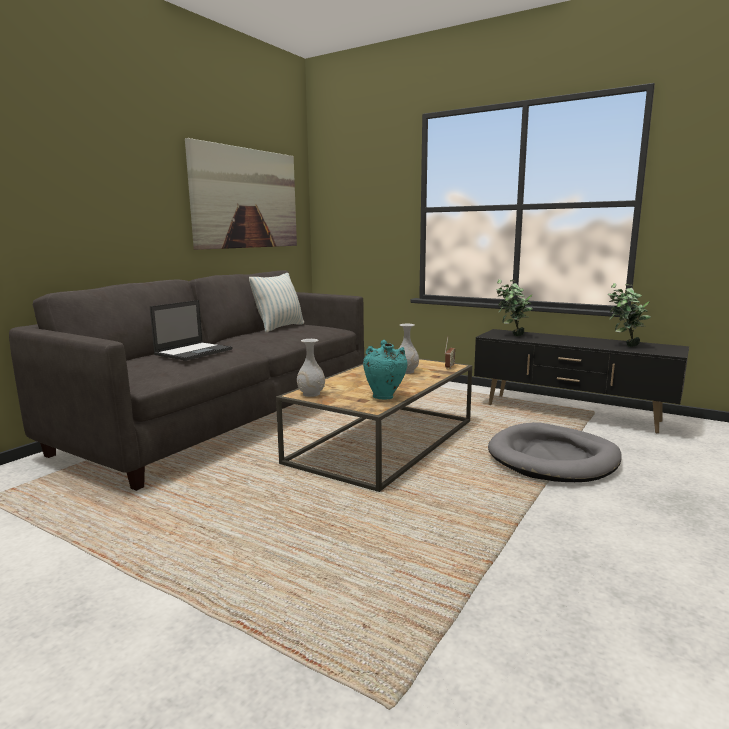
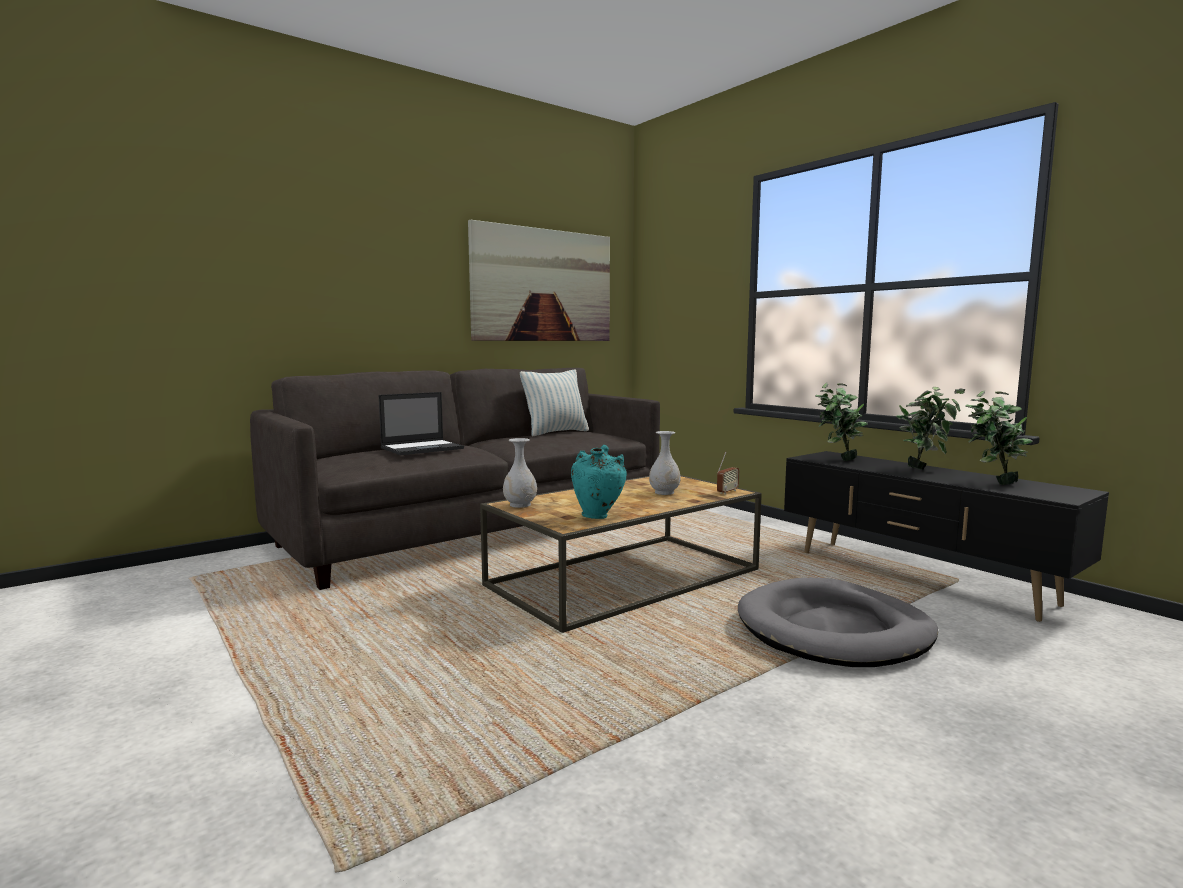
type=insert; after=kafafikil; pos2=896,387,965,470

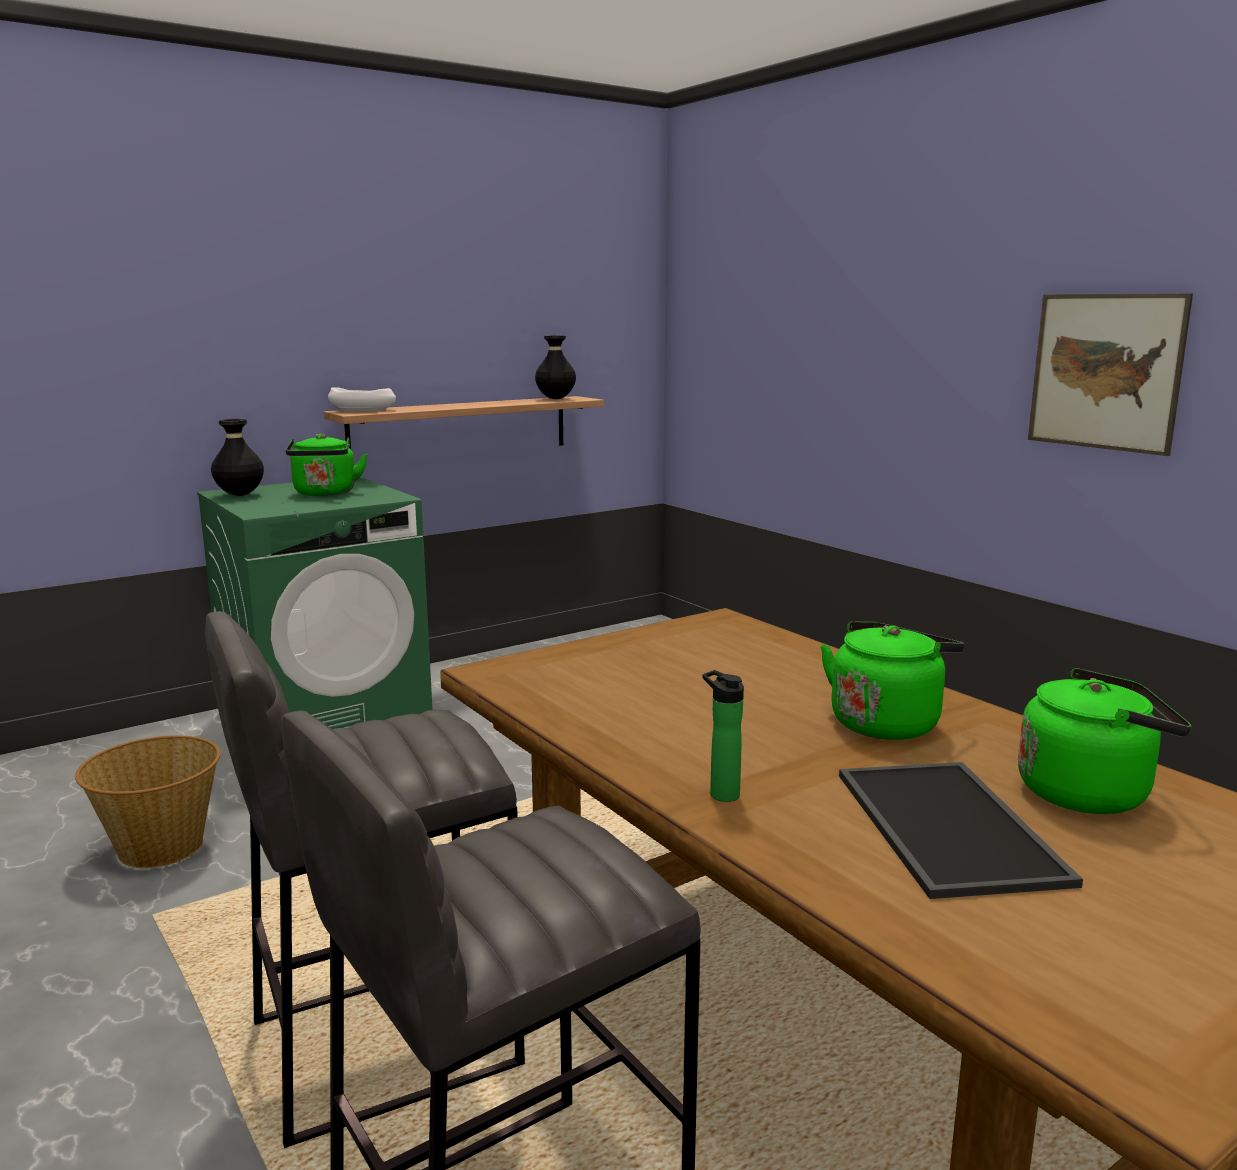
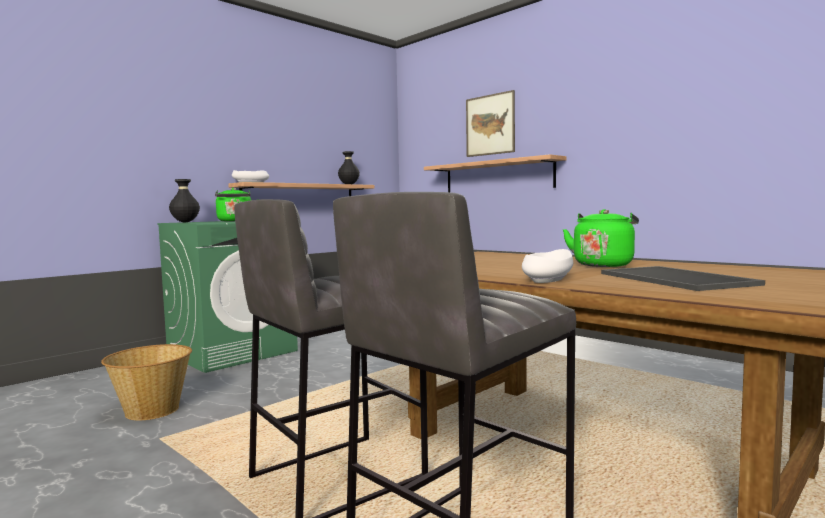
type=replace; before=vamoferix; after=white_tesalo; pos1=703,670,744,802; pos2=522,249,573,283
type=delete; before=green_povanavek; pos1=1018,668,1191,814
type=move; before=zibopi; pos1=1028,293,1193,456; pos2=466,90,515,157
type=insert; after=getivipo; pos2=424,154,566,192

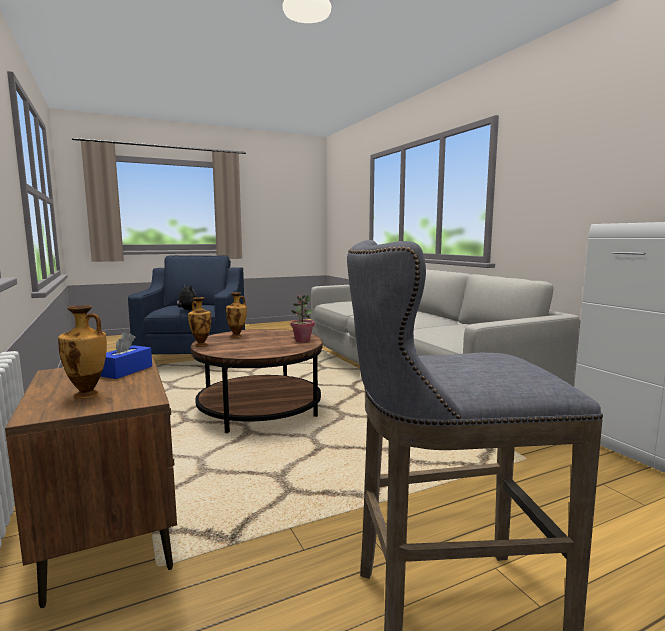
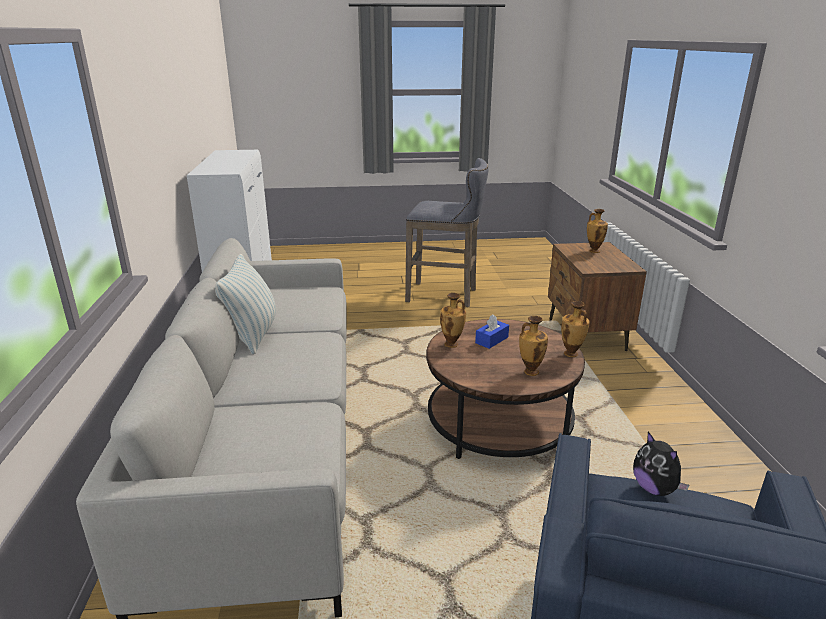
type=move; before=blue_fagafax; pos1=100,332,152,379; pos2=475,314,509,349
type=replace; before=kafafikil; after=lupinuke; pos1=290,295,315,343; pos2=440,293,466,348
type=insert; after=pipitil; pos2=215,254,276,354

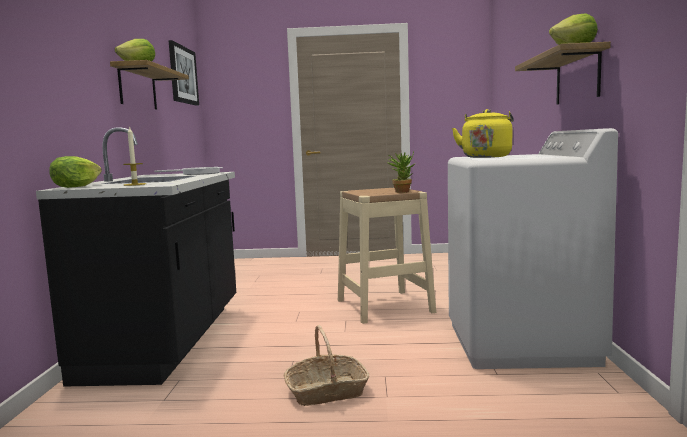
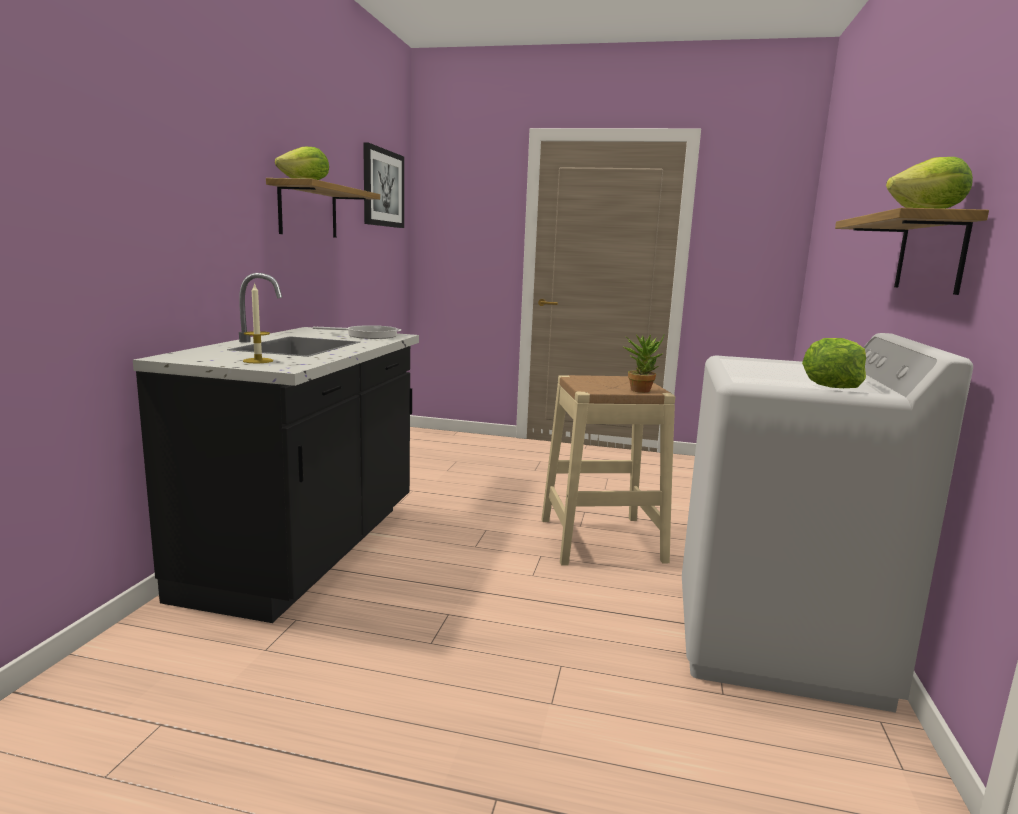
type=move; before=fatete; pos1=49,156,102,188; pos2=802,338,866,388
type=delete; before=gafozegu; pos1=284,325,369,406
type=delete; before=yellow_povanavek; pos1=452,109,514,158

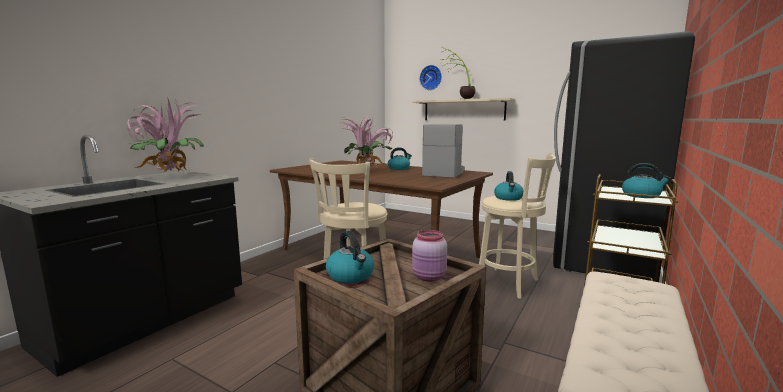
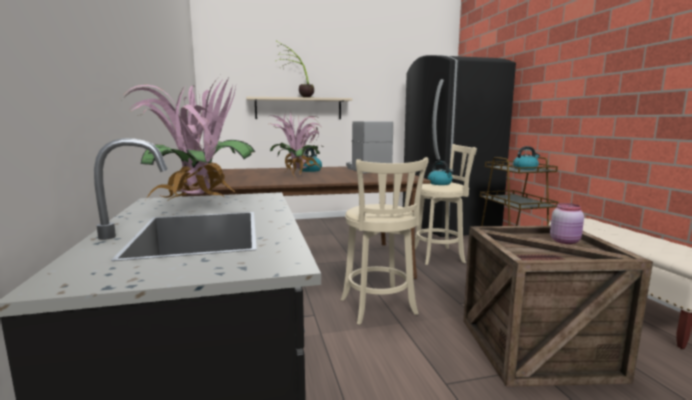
type=delete; before=povanavek; pos1=326,231,374,284
type=delete; before=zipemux; pos1=420,65,442,90

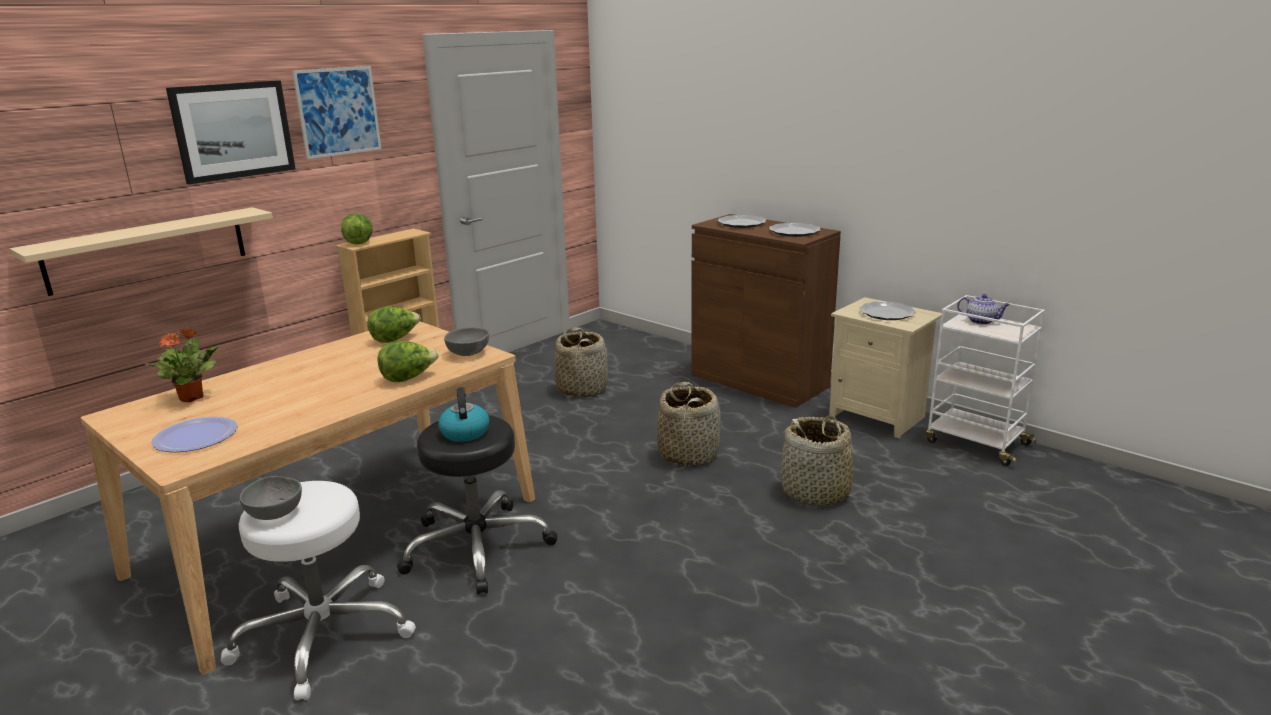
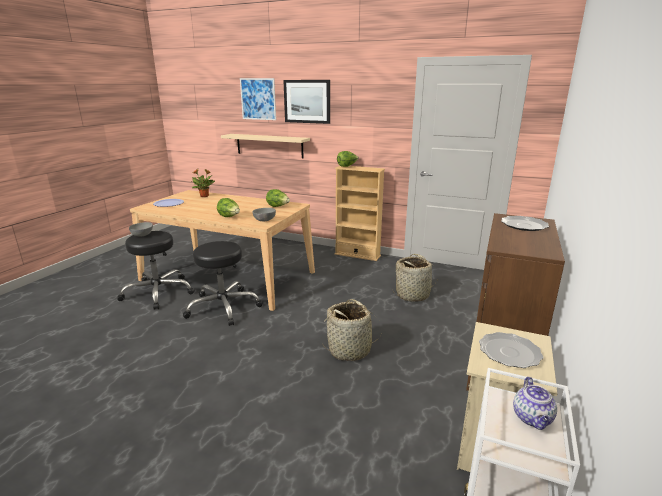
type=recolor; before=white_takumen; after=black_takumen; pos1=221,481,416,700; pos2=117,231,195,310
type=move; before=zibopi; pos1=292,66,381,159; pos2=240,78,276,120
type=delete; before=povanavek; pos1=438,387,489,442
type=delete; before=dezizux; pos1=769,223,820,237
type=delete; before=gafozegu; pos1=778,415,864,507

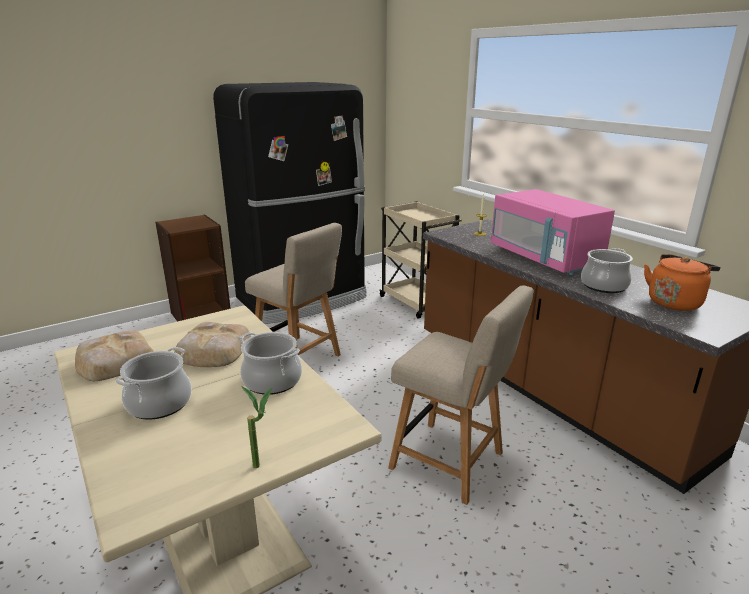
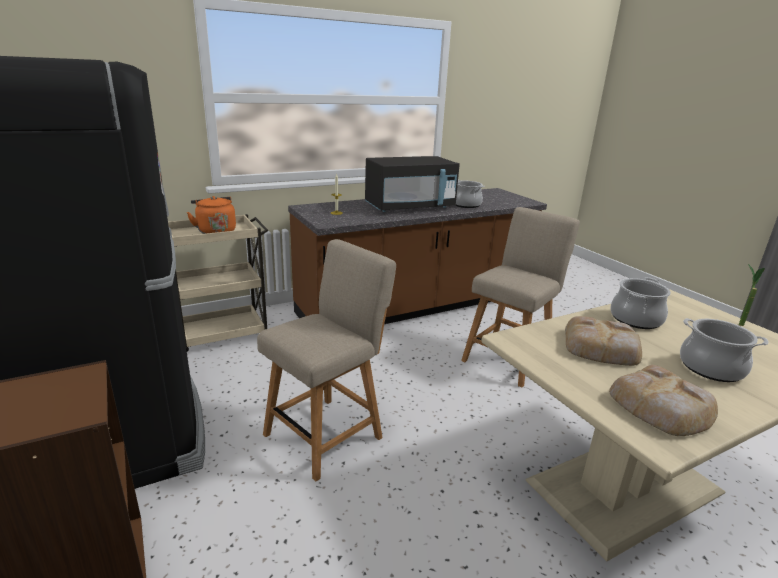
type=recolor; before=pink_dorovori; after=black_dorovori; pos1=491,189,615,275; pos2=365,156,460,212
type=move; before=orange_povanavek; pos1=644,254,720,311; pos2=186,196,236,234

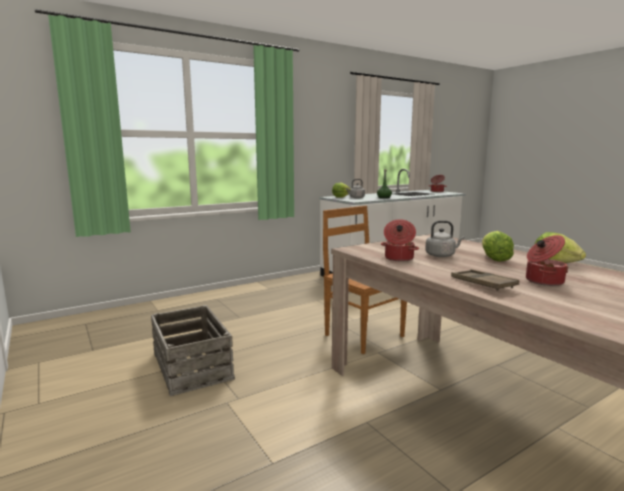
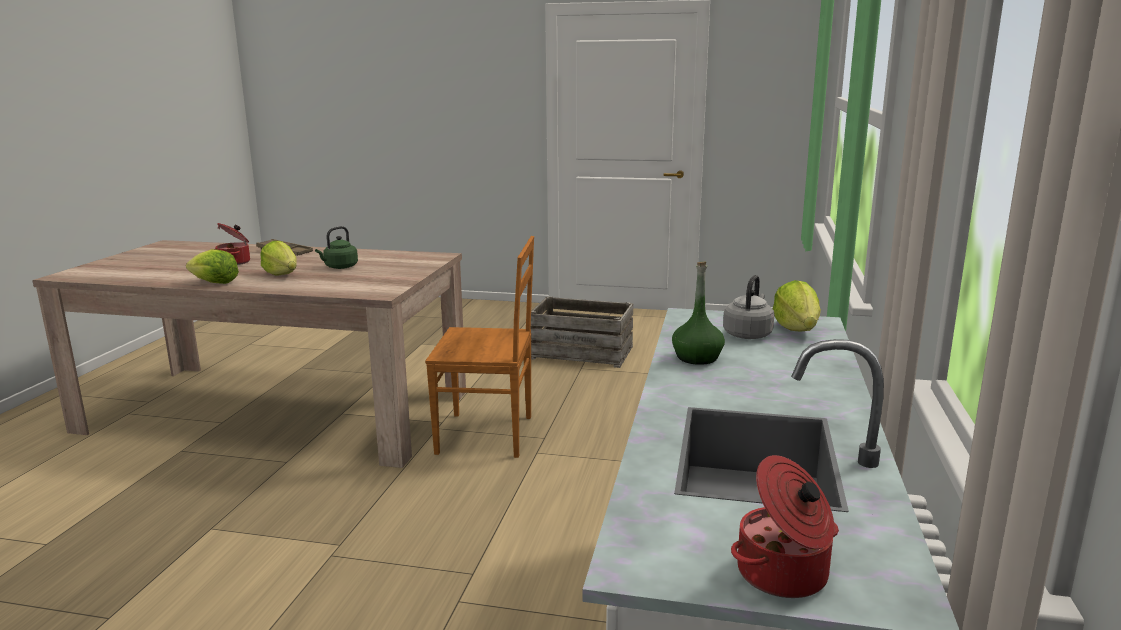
type=delete; before=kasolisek; pos1=381,219,419,262
type=recolor; before=grey_povanavek; after=green_povanavek; pos1=425,221,465,257; pos2=315,226,358,269

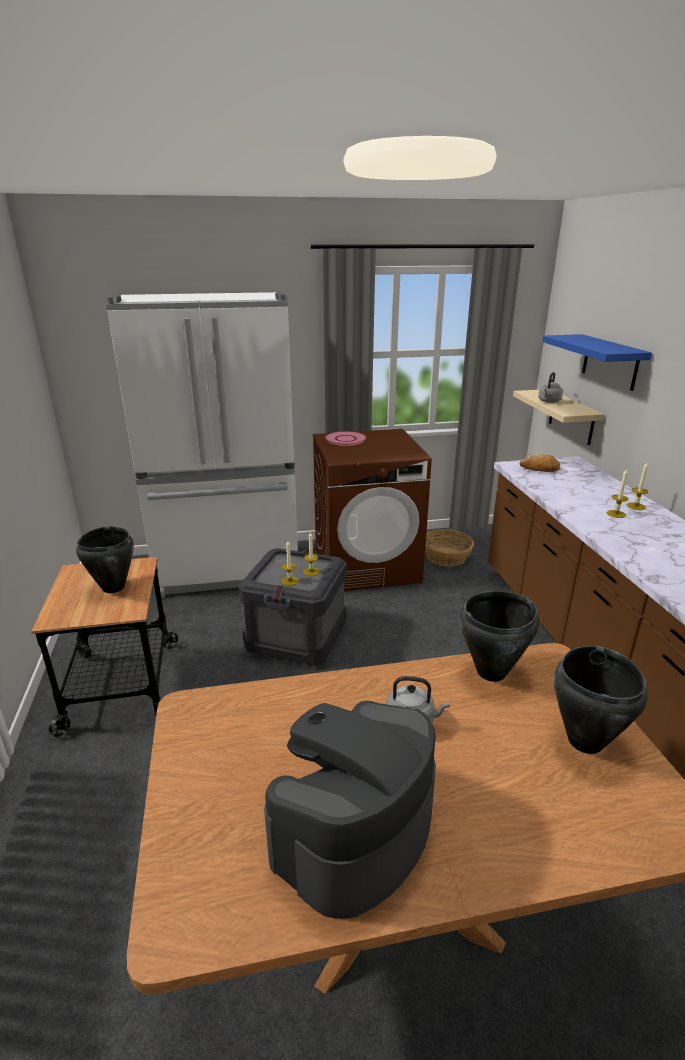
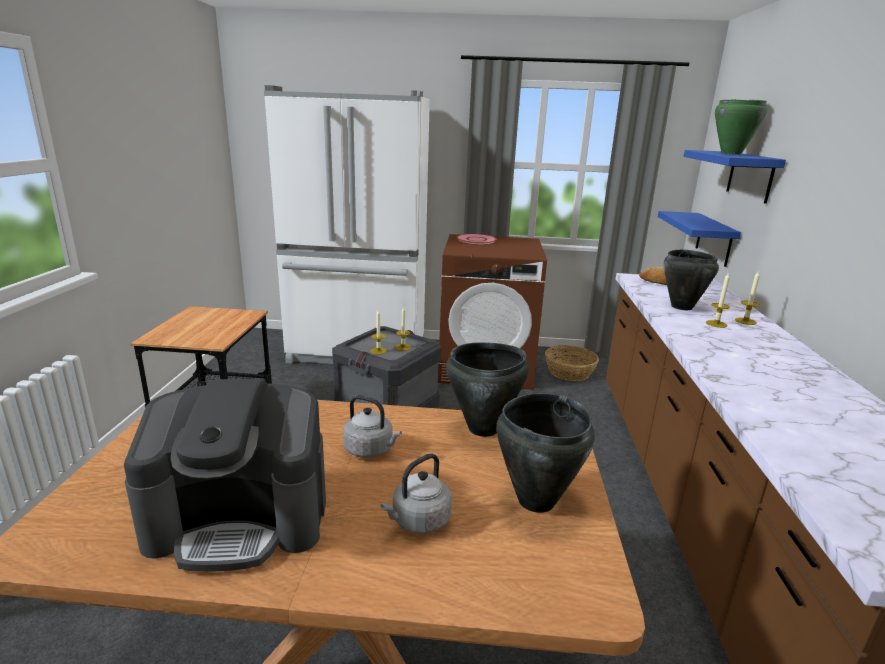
type=move; before=black_kasolisek; pos1=76,526,134,593; pos2=663,250,719,310
type=rotate; before=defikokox; pos1=264,701,436,919; pos2=124,379,326,572; turn=-150
type=recolor; before=beige_getivipo; after=blue_getivipo; pos1=513,390,604,445; pos2=658,211,741,267
type=move; before=grey_povanavek; pos1=538,372,563,403; pos2=380,453,452,534
type=insert; after=green_kasolisek; pos2=715,99,768,155

